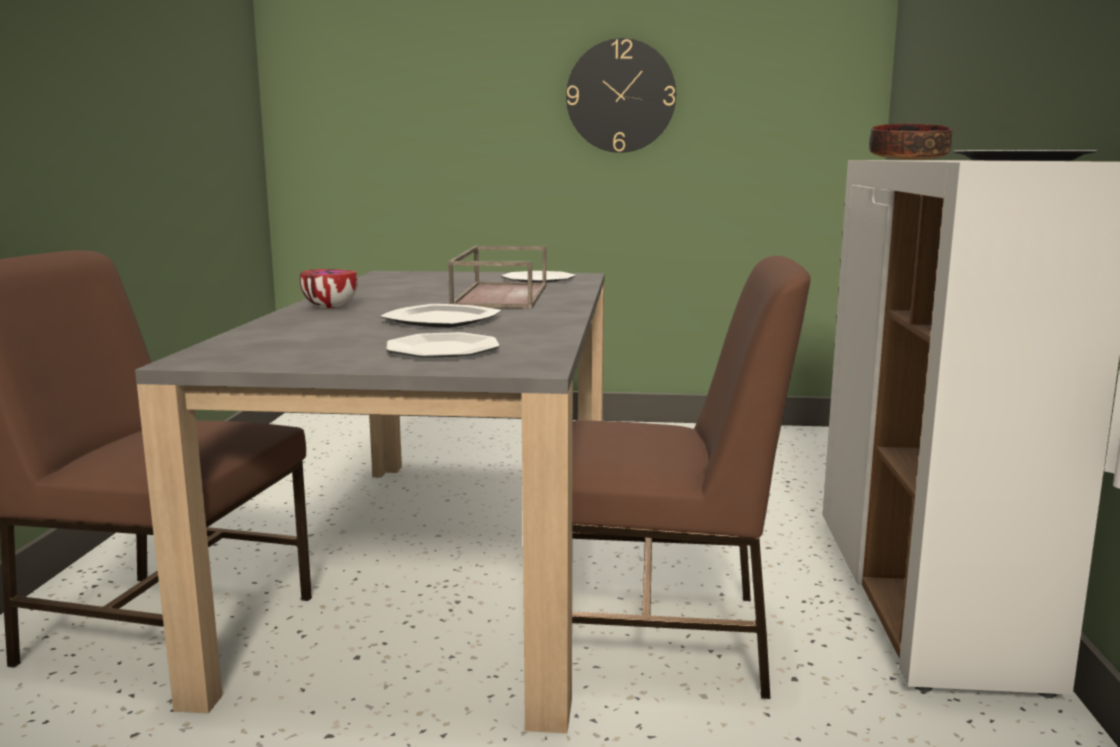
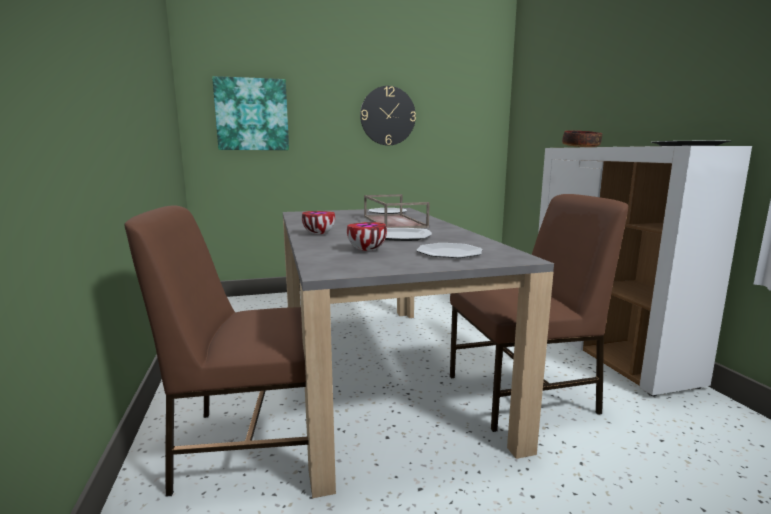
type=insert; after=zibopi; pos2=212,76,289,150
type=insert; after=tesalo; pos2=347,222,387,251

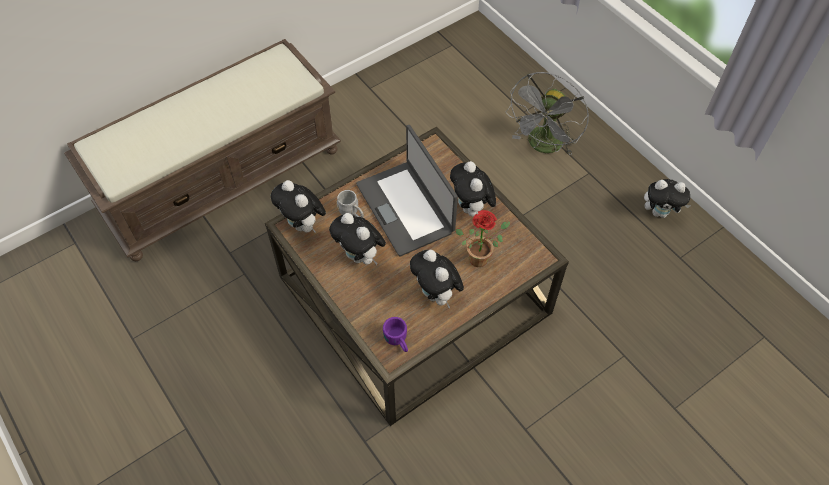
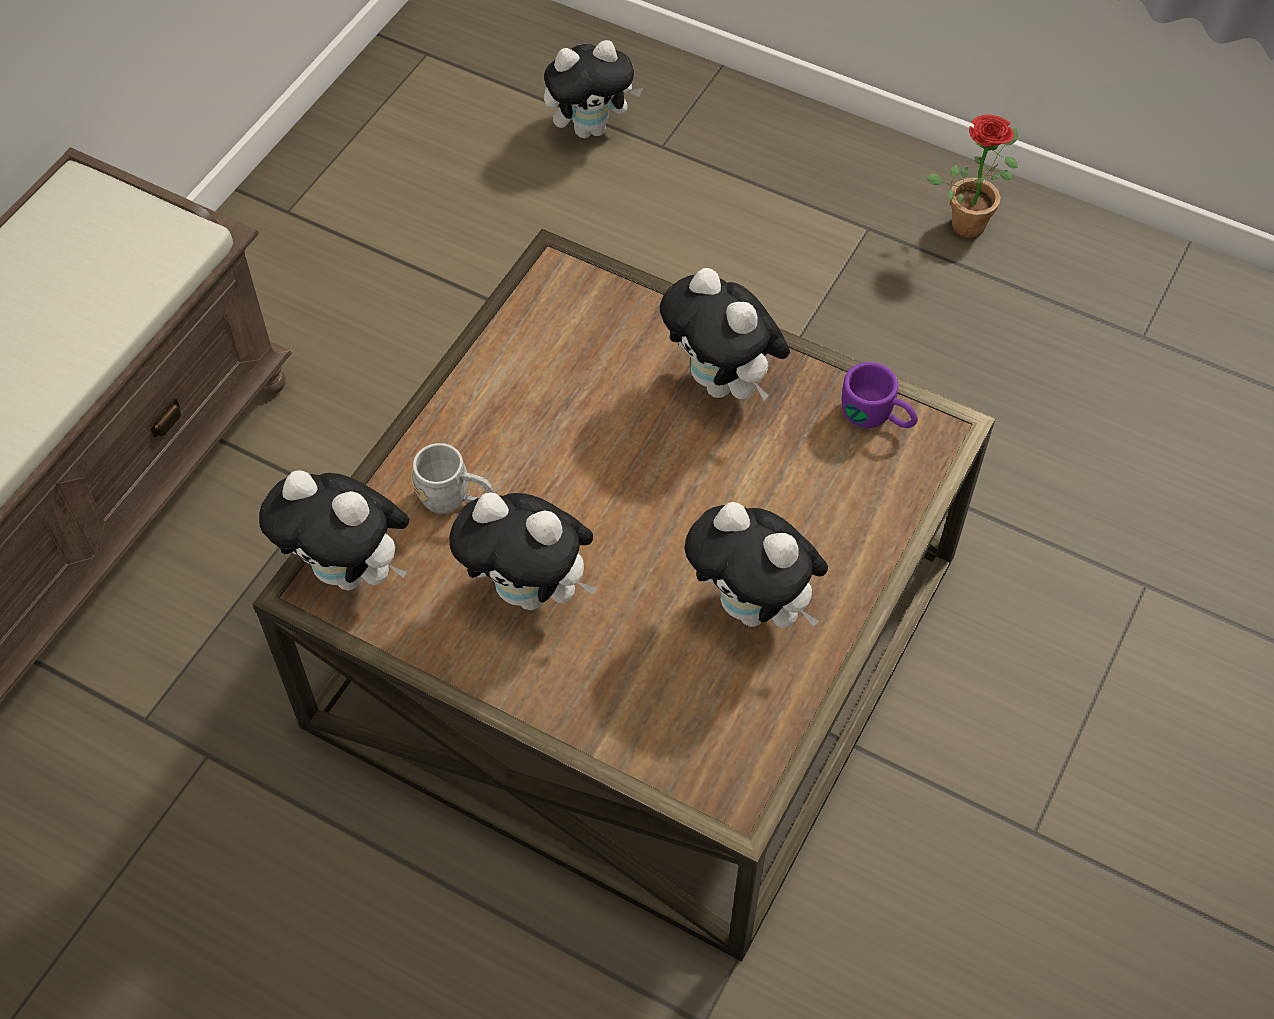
type=delete; before=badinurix; pos1=356,125,458,257
type=move; before=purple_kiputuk; pos1=383,317,408,352; pos2=842,362,918,428
type=move; before=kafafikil; pos1=455,210,510,267; pos2=926,115,1018,238
type=delete; before=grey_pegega; pos1=506,72,589,155
type=move; before=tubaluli; pos1=644,179,691,218; pos2=544,40,643,138

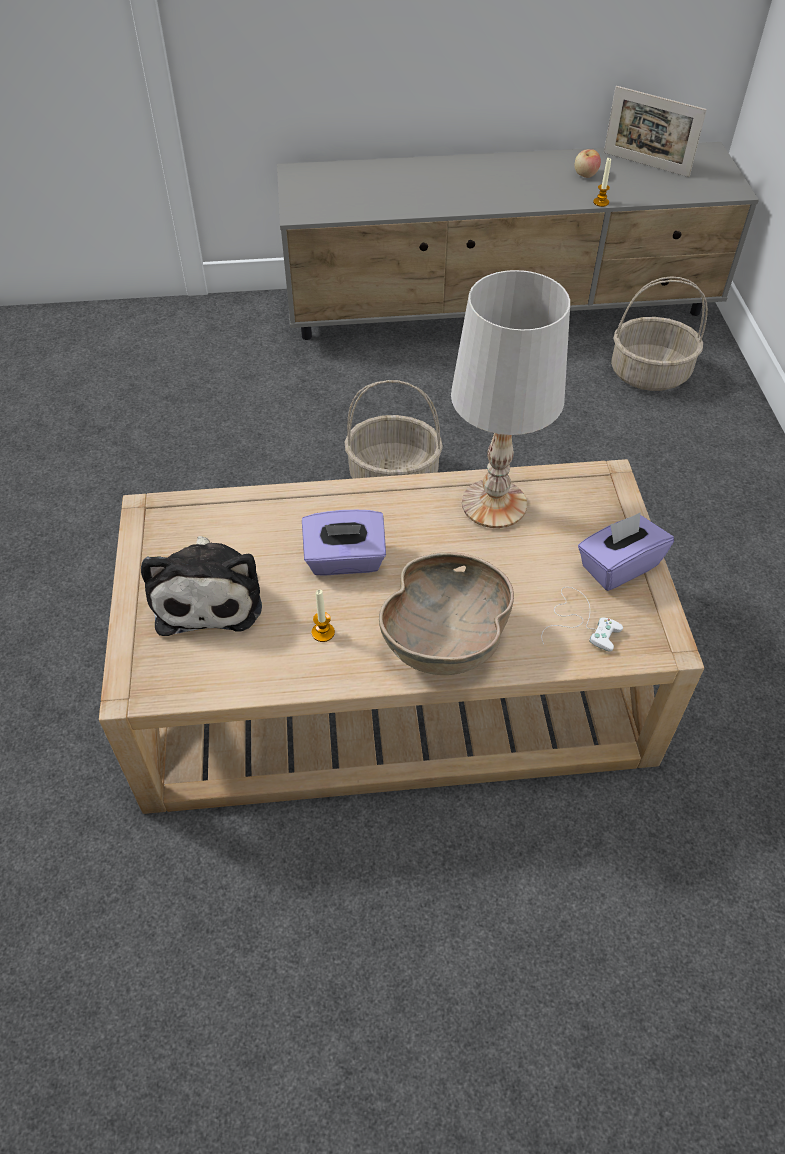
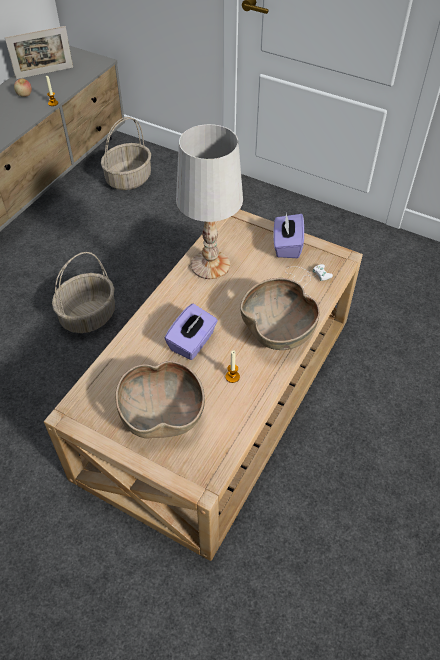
type=replace; before=tubaluli; after=brown_tesalo; pos1=141,536,262,636; pos2=115,361,205,438

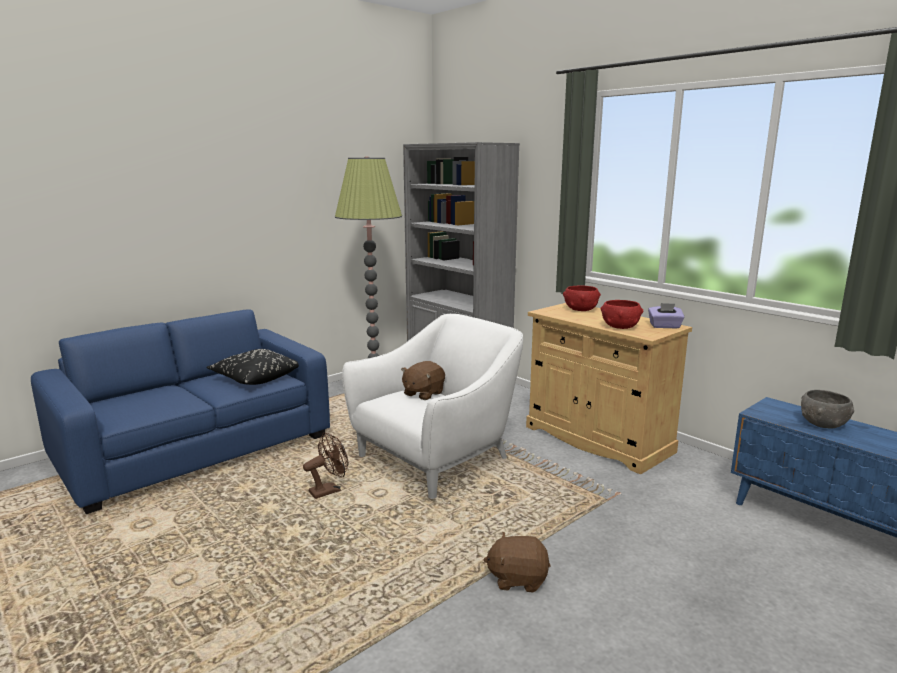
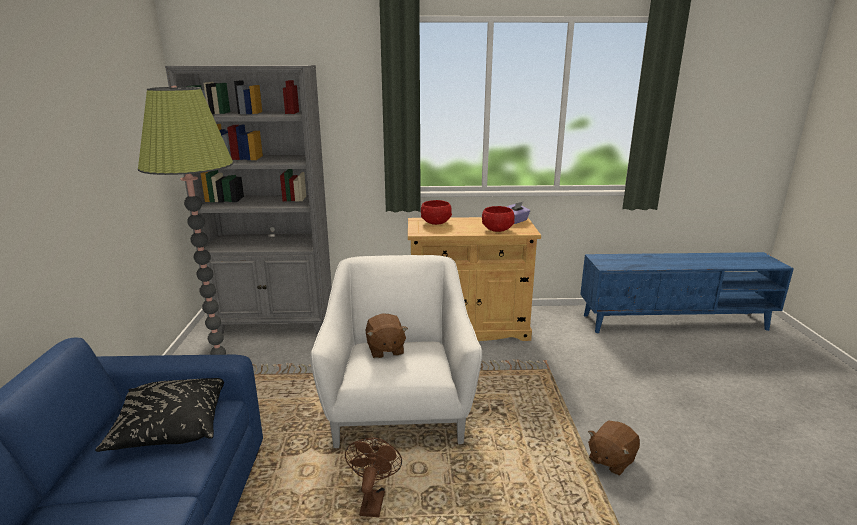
type=delete; before=grey_tesalo; pos1=801,390,854,428

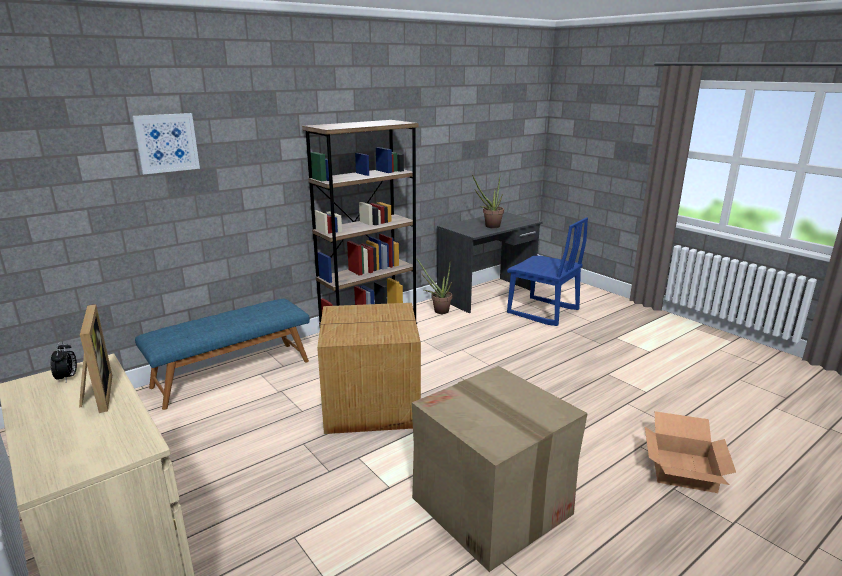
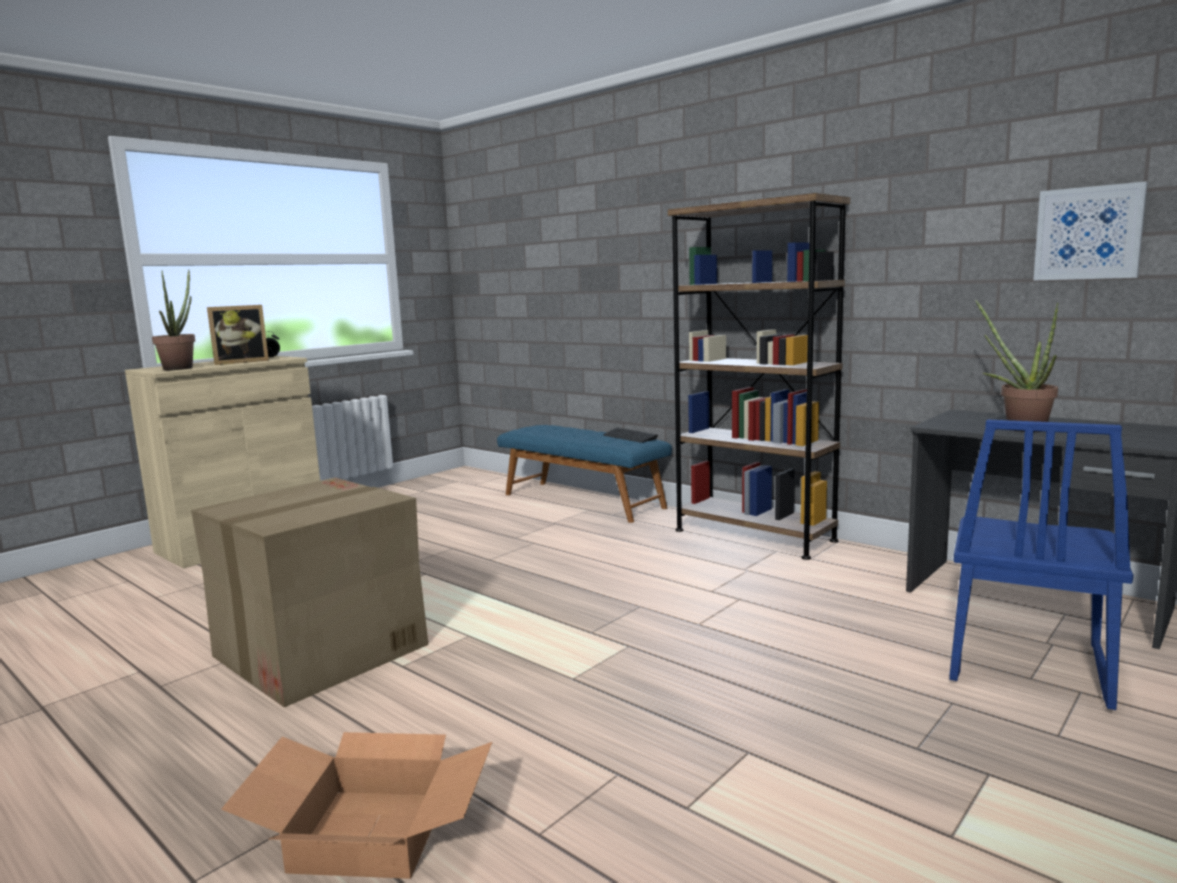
type=move; before=zibopi; pos1=132,113,200,174; pos2=1033,181,1147,281
type=delete; before=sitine; pos1=317,303,421,434
type=move; before=kafafikil; pos1=416,258,452,314; pos2=152,269,195,370
type=insert; after=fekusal; pos2=603,428,658,443

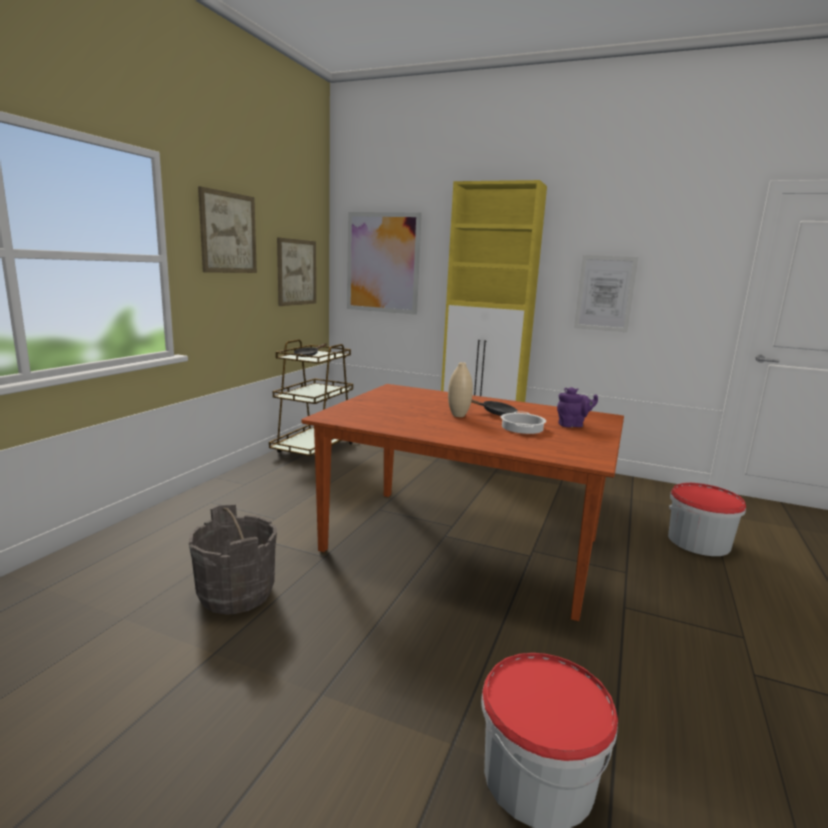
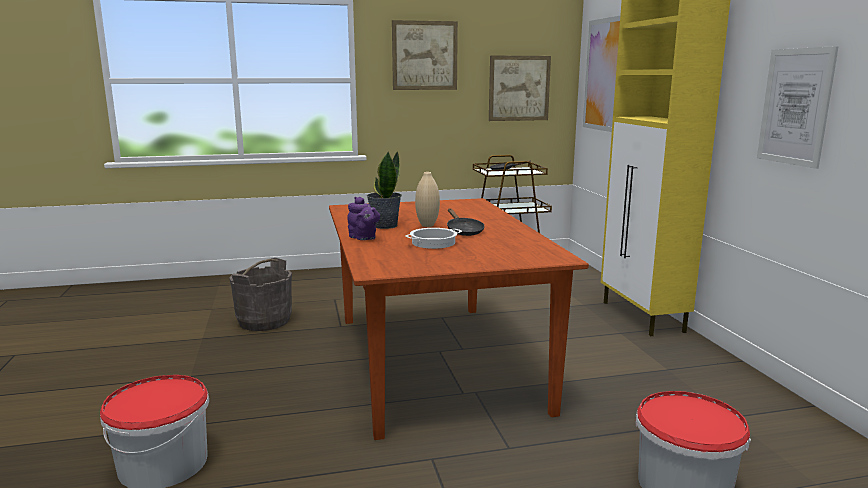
type=move; before=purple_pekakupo; pos1=557,387,598,427; pos2=347,197,380,240
type=insert; after=kafafikil; pos2=367,151,402,229

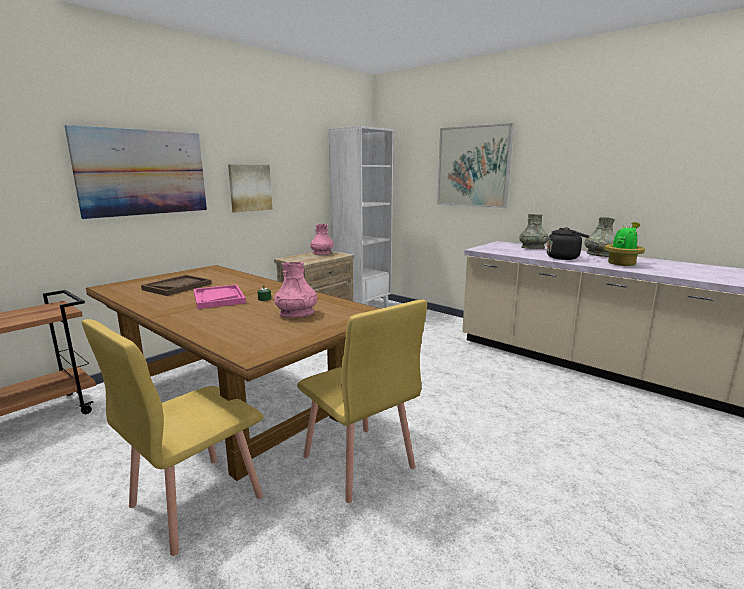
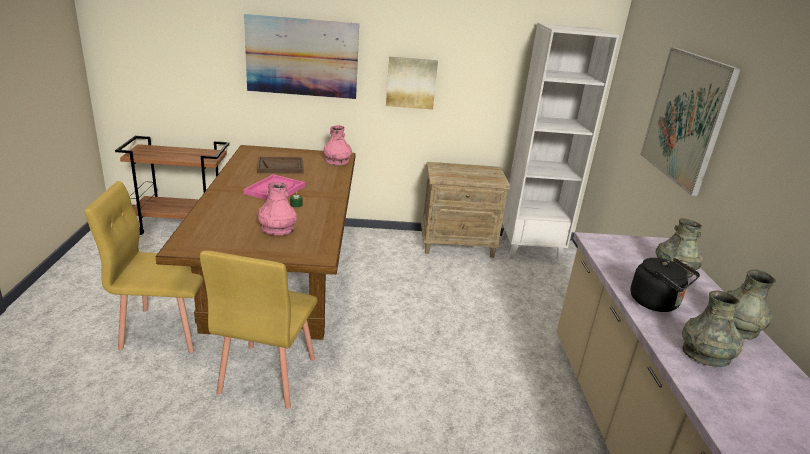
type=move; before=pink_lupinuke; pos1=310,224,334,255; pos2=323,125,352,165
type=replace; before=kafafikil; after=grey_lupinuke; pos1=604,222,645,266; pos2=682,291,744,367

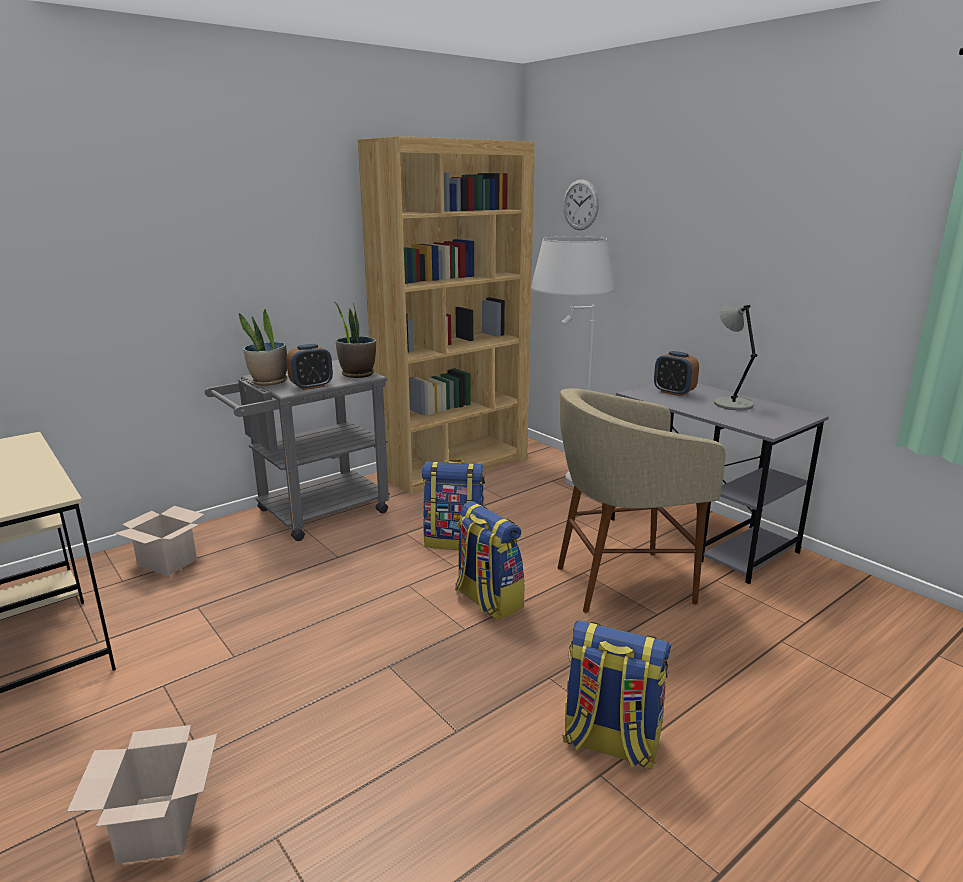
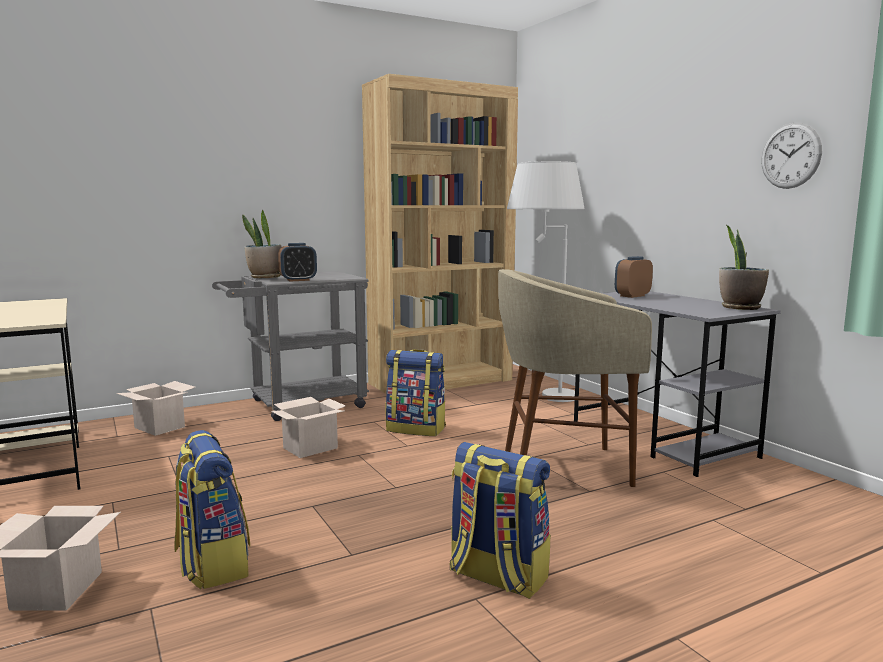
type=move; before=kafafikil; pos1=335,302,376,378; pos2=719,225,769,310
type=move; before=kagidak; pos1=455,501,524,620; pos2=174,430,250,589
type=move; before=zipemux; pos1=563,179,599,230; pos2=761,123,822,189
type=rotate; before=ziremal; pos1=654,351,699,396; pos2=615,256,653,298; turn=90
type=delete; before=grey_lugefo; pos1=714,305,758,410
type=insert; after=sitine; pos2=271,397,346,458

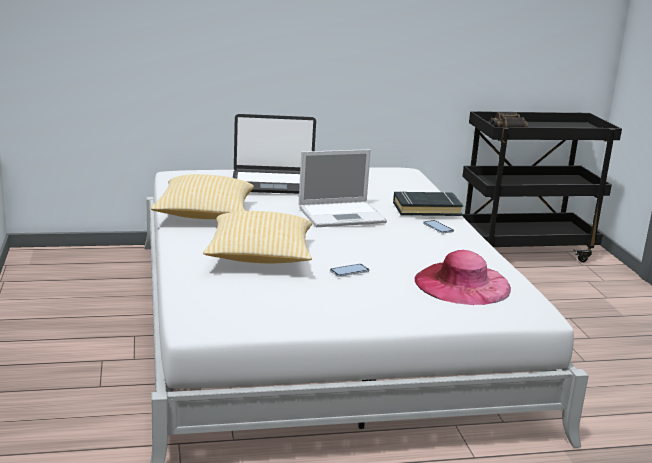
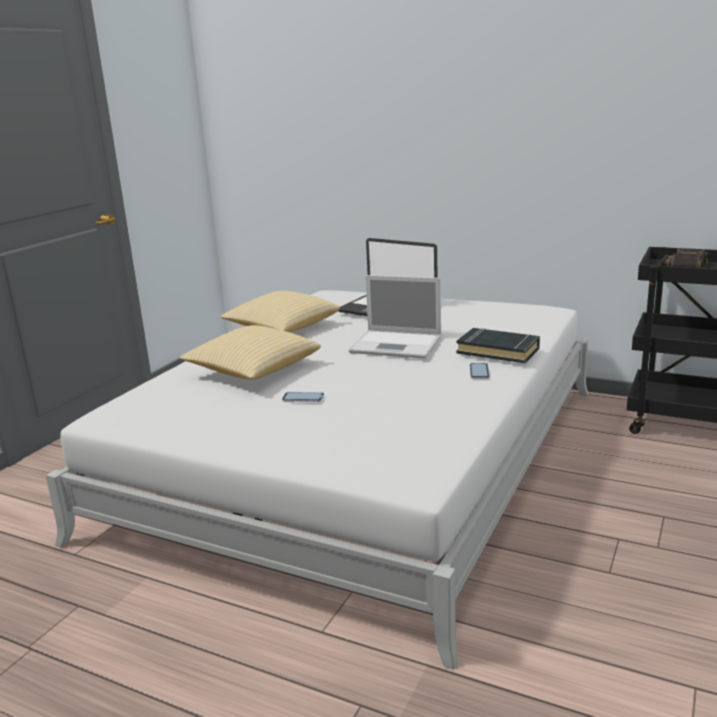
type=delete; before=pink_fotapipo; pos1=415,250,511,305

